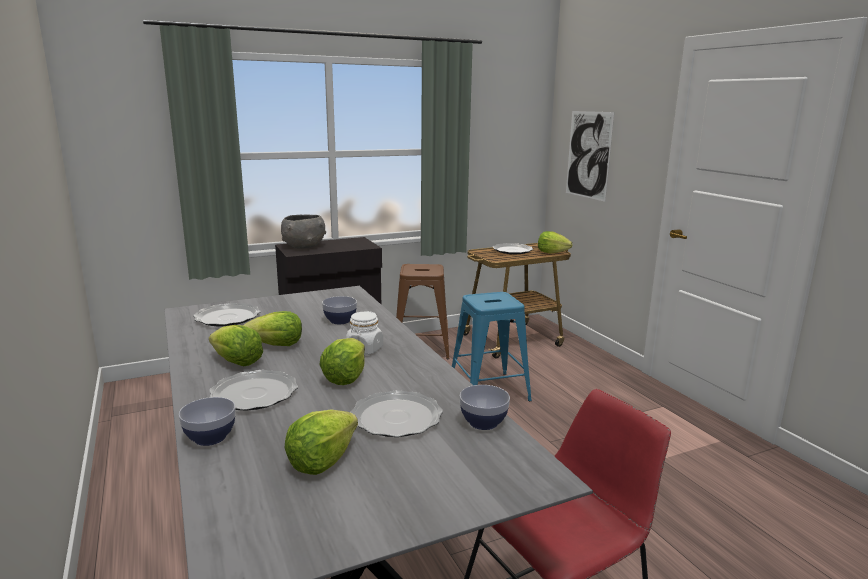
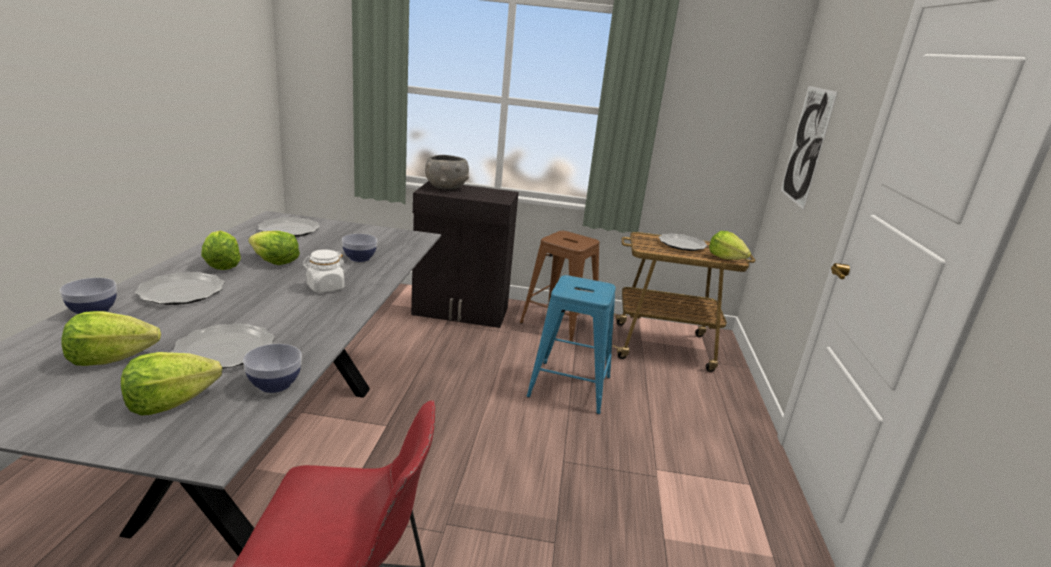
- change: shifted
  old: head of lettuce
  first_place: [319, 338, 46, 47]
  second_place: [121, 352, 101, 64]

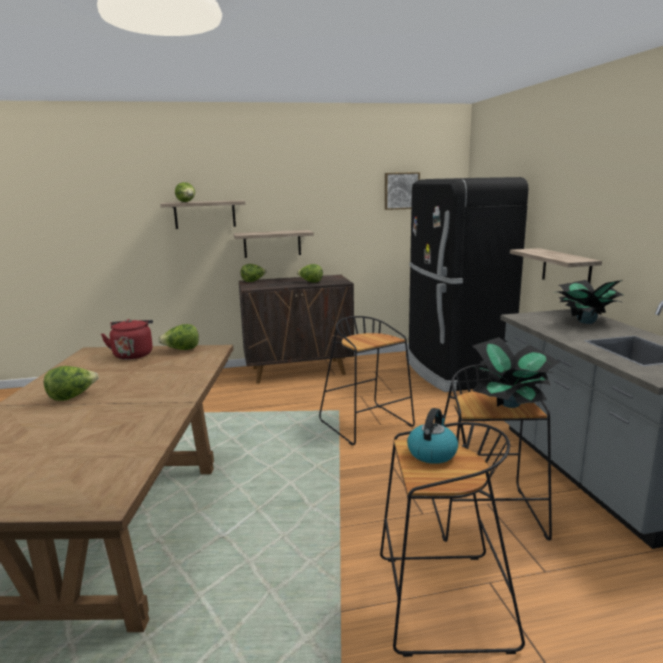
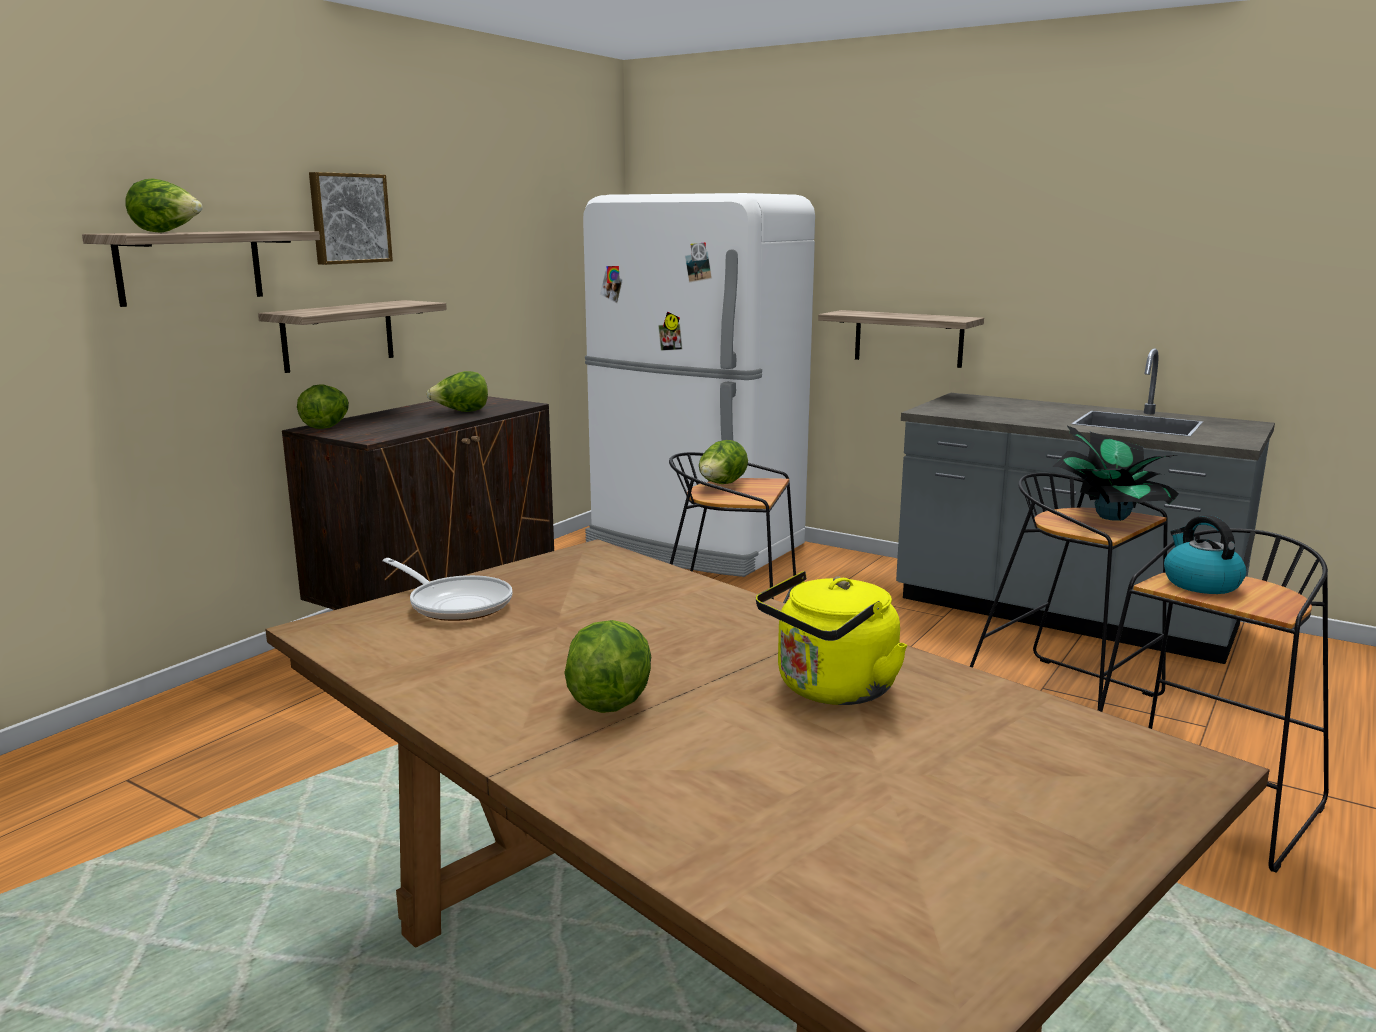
- change: gone
  old: plant in a pot
  first_place: [557, 280, 68, 44]
- change: new
  new: yellowish water kettle
  second_place: [756, 571, 152, 134]
- change: shifted
  old: head of lettuce
  first_place: [158, 324, 41, 26]
  second_place: [699, 440, 49, 44]
- change: shifted
  old: picture
  first_place: [385, 172, 35, 38]
  second_place: [309, 172, 84, 93]
- change: swapped
  old: red water kettle
  new: skillet
  first_place: [101, 319, 52, 41]
  second_place: [382, 558, 131, 63]
- change: repainted
  old: black-coloured fridge
  new: white fridge
  first_place: [406, 177, 122, 215]
  second_place: [583, 193, 232, 384]

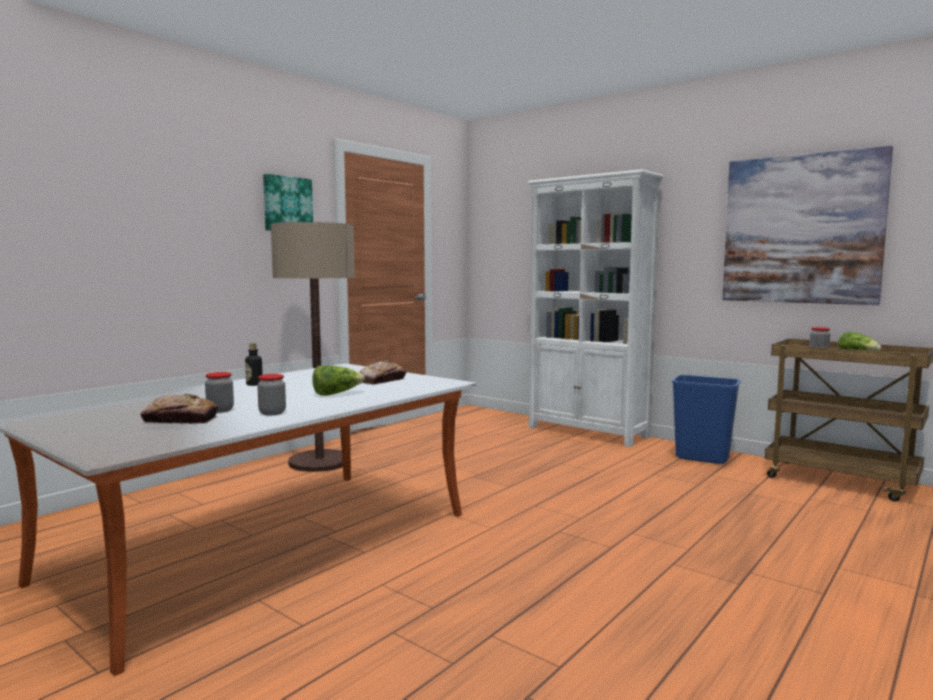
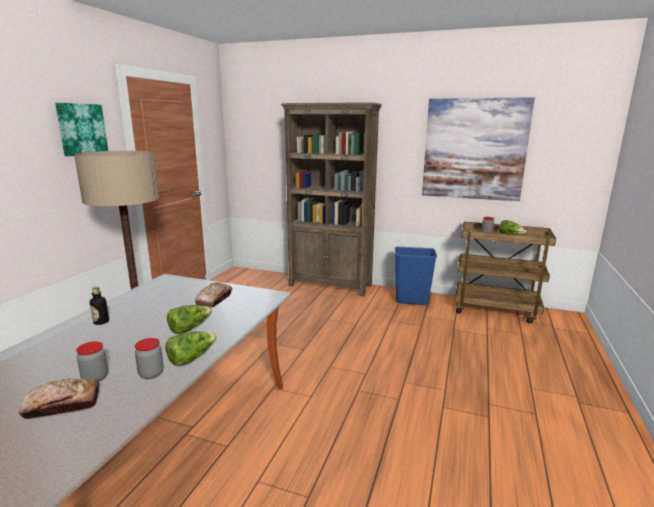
- change: new
  new: head of lettuce
  second_place: [165, 331, 52, 35]
- change: repainted
  old: white bookshelf
  new: brown-coloured bookshelf
  first_place: [528, 169, 136, 278]
  second_place: [281, 102, 101, 194]

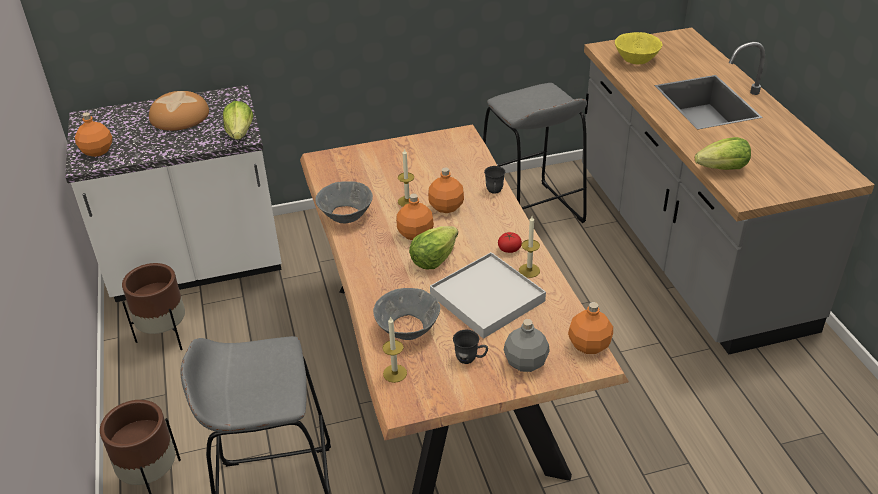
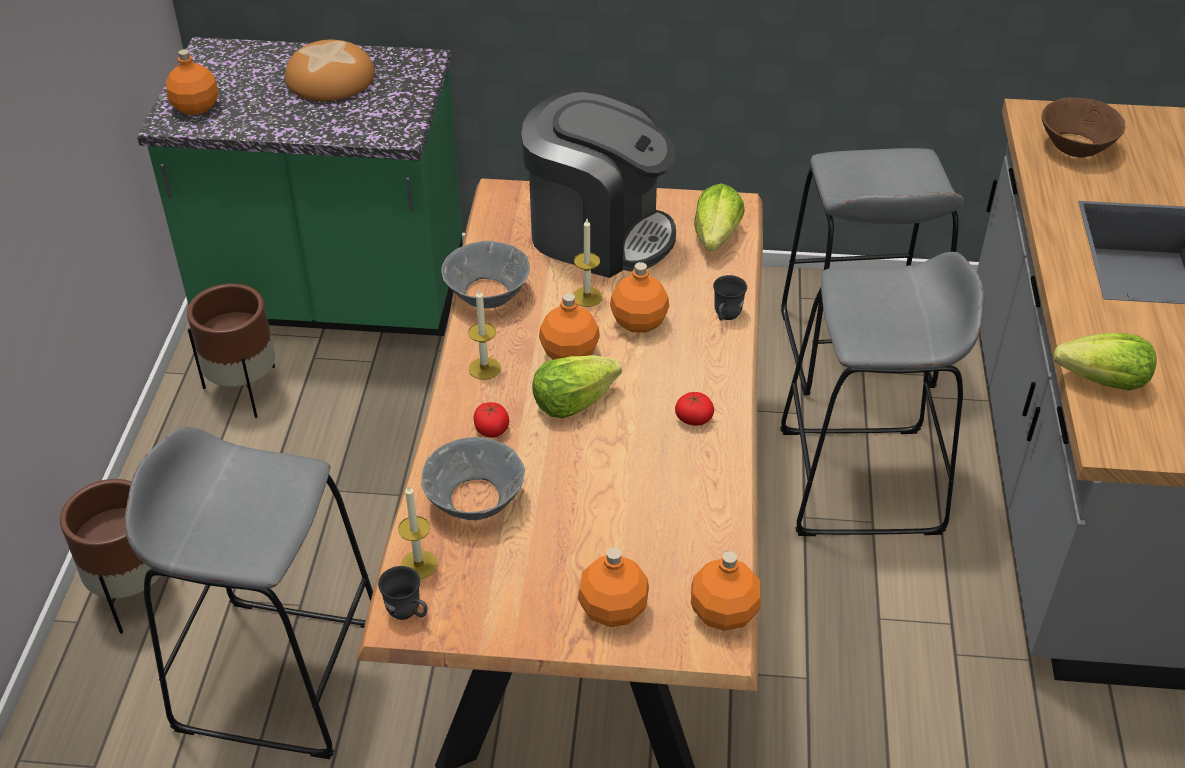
- change: gone
  old: white tray
  first_place: [430, 252, 116, 87]
- change: new
  new: whole tomato
  second_place: [474, 402, 35, 36]
- change: new
  new: coffee maker
  second_place: [521, 87, 155, 191]
- change: new
  new: grey stool seat
  second_place: [780, 252, 204, 284]
- change: shifted
  old: head of lettuce
  first_place: [223, 101, 30, 39]
  second_place: [694, 183, 51, 68]
- change: shifted
  old: grey tea mug
  first_place: [453, 330, 35, 34]
  second_place: [378, 566, 50, 54]
- change: shifted
  old: wax light
  first_place: [519, 216, 21, 62]
  second_place: [468, 290, 33, 90]
- change: repainted
  old: white kitchen counter
  new: greenish kitchen counter
  first_place: [65, 85, 217, 217]
  second_place: [137, 37, 326, 299]
- change: repainted
  old: grey bottle
  new: orangey bottle
  first_place: [504, 319, 46, 53]
  second_place: [578, 547, 71, 80]
- change: repainted
  old: yellowish serving bowl
  new: brown-coloured serving bowl
  first_place: [615, 32, 48, 33]
  second_place: [1042, 98, 84, 59]

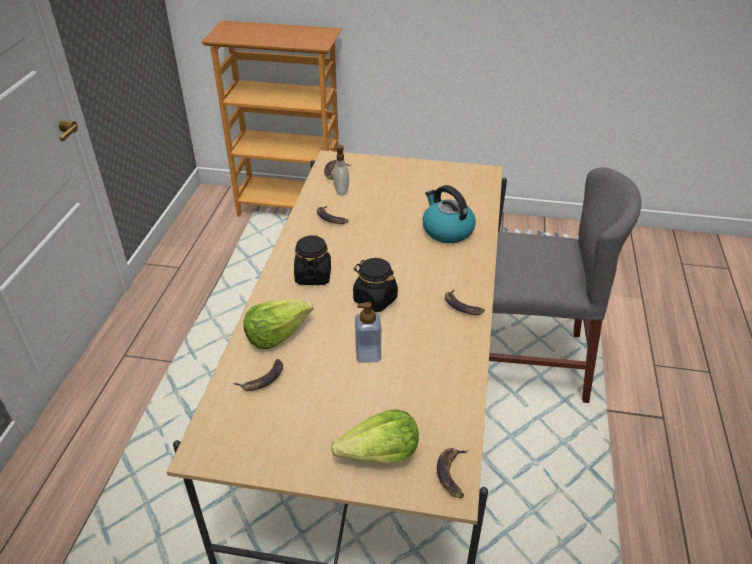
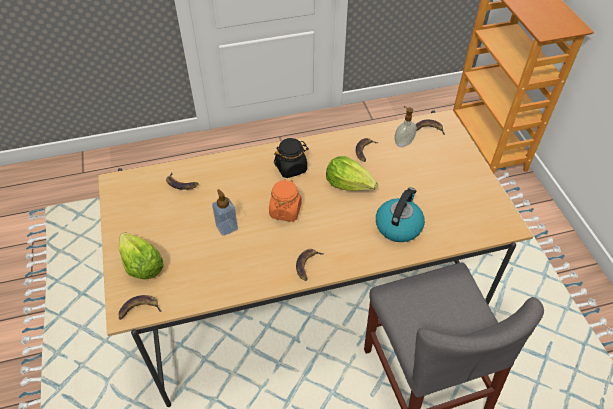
- change: shifted
  old: head of lettuce
  first_place: [243, 299, 70, 50]
  second_place: [326, 156, 52, 35]
- change: repainted
  old: black-coloured jar
  new: orangey jar
  first_place: [353, 258, 45, 54]
  second_place: [269, 179, 32, 43]

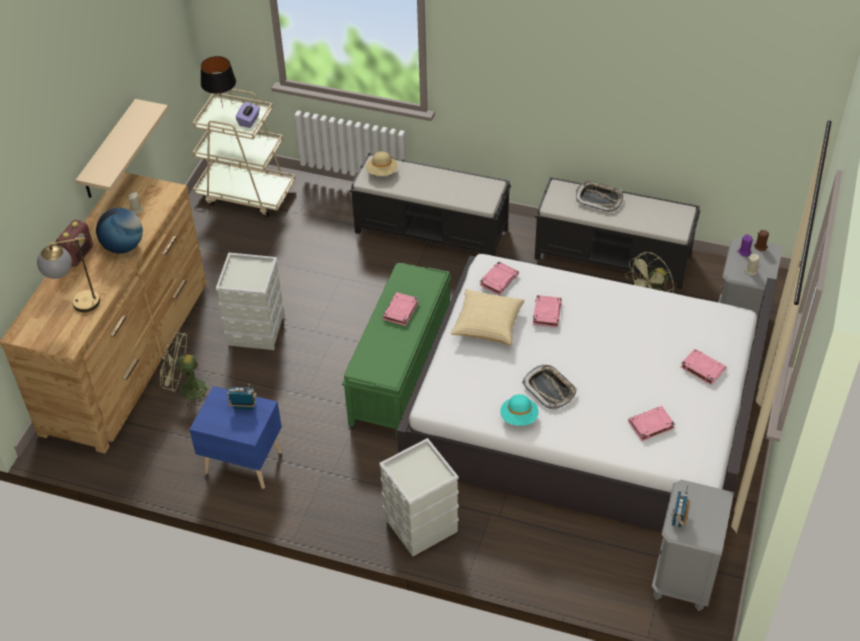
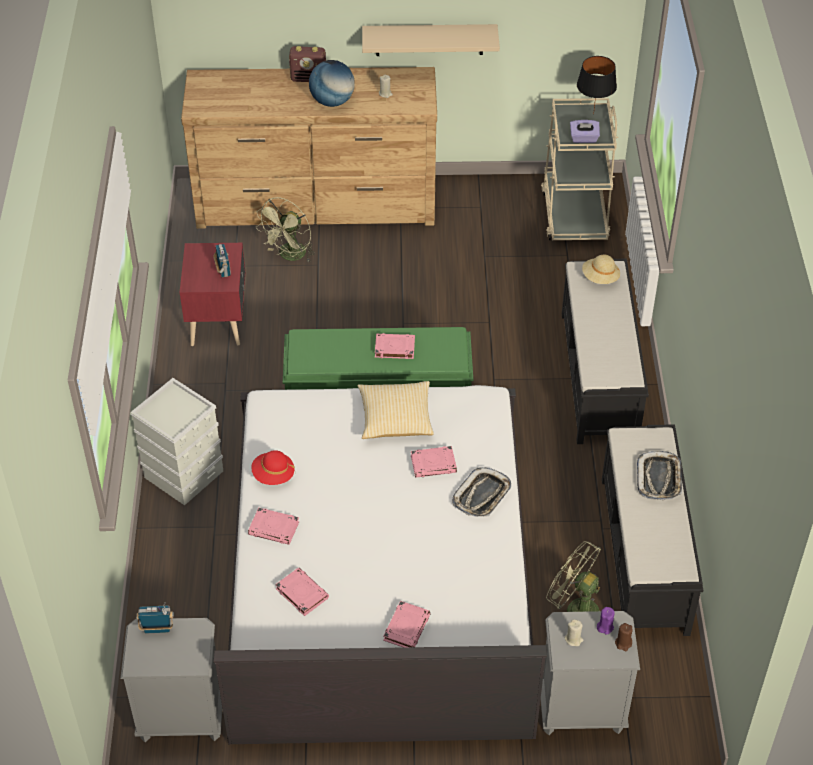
- change: gone
  old: table lamp
  first_place: [37, 238, 63, 74]
- change: gone
  old: grey storage box
  first_place: [216, 252, 69, 98]
- change: shifted
  old: pink-coloured volume
  first_place: [479, 261, 40, 34]
  second_place: [248, 508, 51, 37]
- change: shifted
  old: tray
  first_place: [522, 365, 55, 45]
  second_place: [452, 467, 59, 50]
- change: repainted
  old: blue night table
  new: red night table
  first_place: [189, 386, 93, 103]
  second_place: [180, 243, 65, 103]
- change: repainted
  old: turquoise-coloured wearable hat
  new: red wearable hat
  first_place: [500, 394, 39, 32]
  second_place: [251, 450, 44, 35]
- change: rotated
  old: greenish electric fan
  first_place: [160, 332, 48, 75]
  second_place: [256, 197, 59, 66]
  degrees: -135

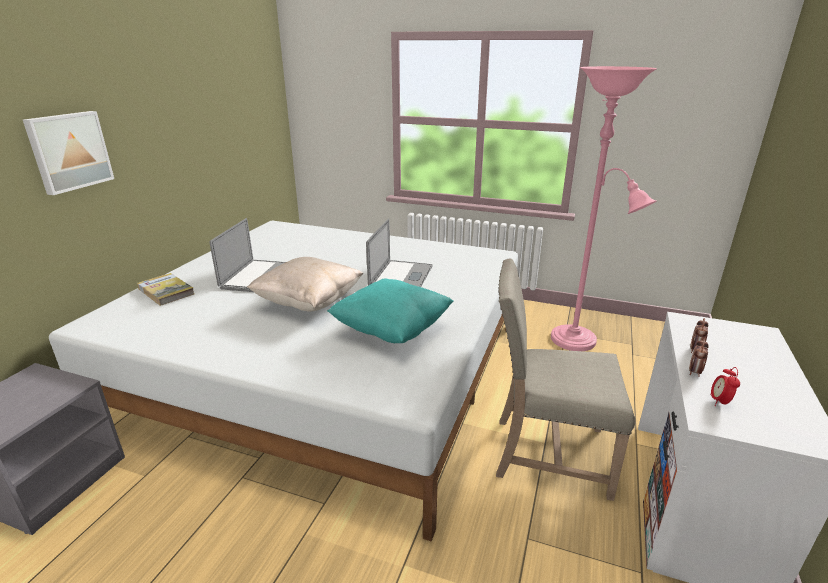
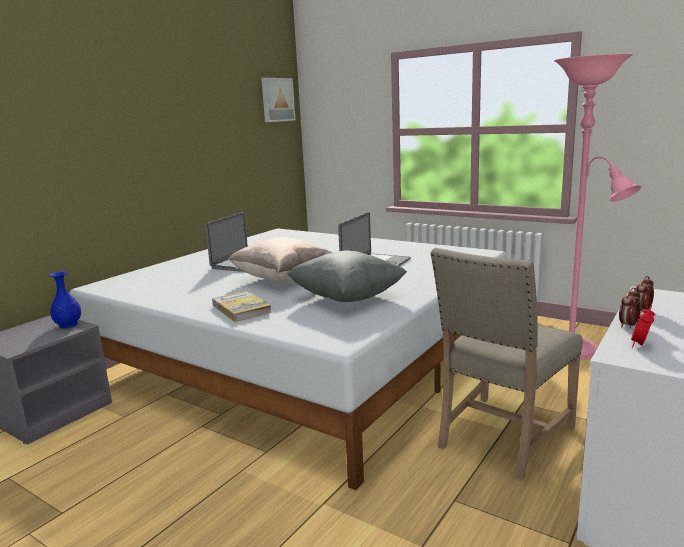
- change: new
  new: blue flower vase
  second_place: [49, 271, 32, 57]
- change: shifted
  old: picture
  first_place: [23, 111, 91, 84]
  second_place: [261, 78, 35, 44]
- change: shifted
  old: volume
  first_place: [137, 273, 57, 33]
  second_place: [212, 291, 60, 31]
- change: repainted
  old: turquoise-coloured pillow
  new: grey pillow
  first_place: [327, 279, 126, 64]
  second_place: [287, 250, 120, 52]
- change: rotated
  old: beige-coloured plain chair
  first_place: [496, 259, 139, 242]
  second_place: [430, 248, 153, 232]
  degrees: -75

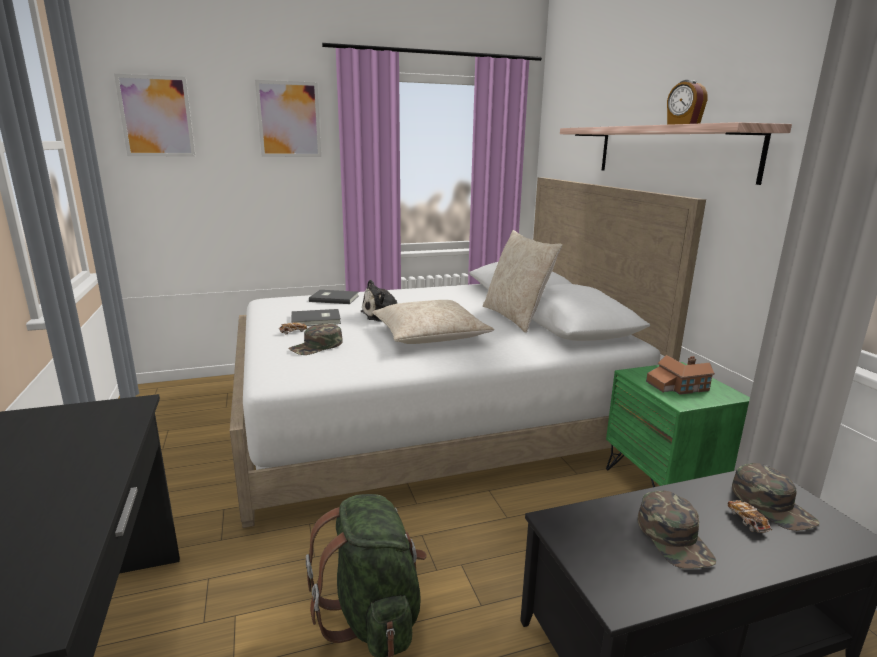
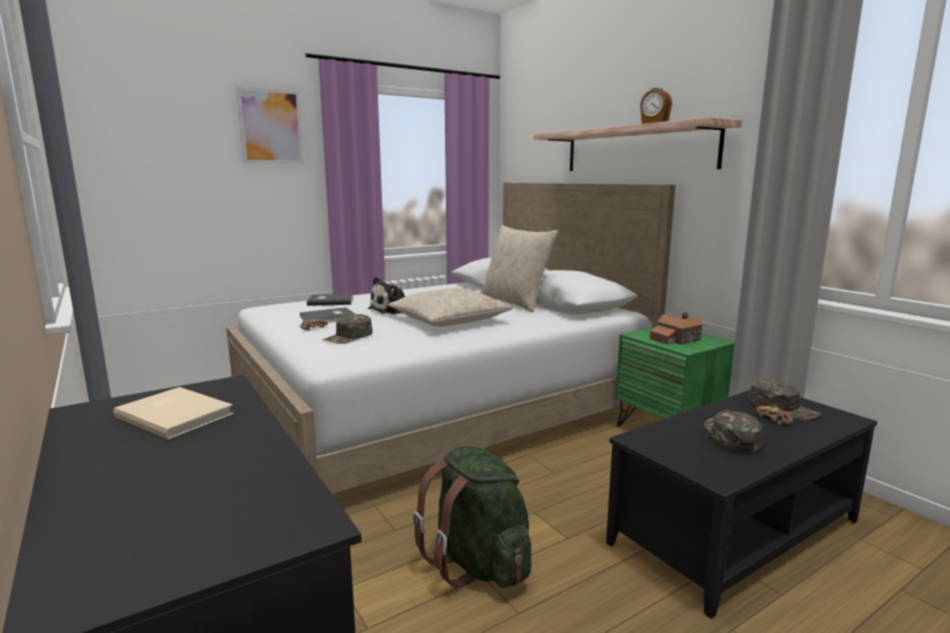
- change: gone
  old: picture
  first_place: [114, 74, 82, 83]
- change: new
  new: beige-coloured volume
  second_place: [113, 387, 121, 52]
- change: rotated
  old: greenish cap
  first_place: [638, 490, 78, 79]
  second_place: [704, 410, 59, 42]
  degrees: -150

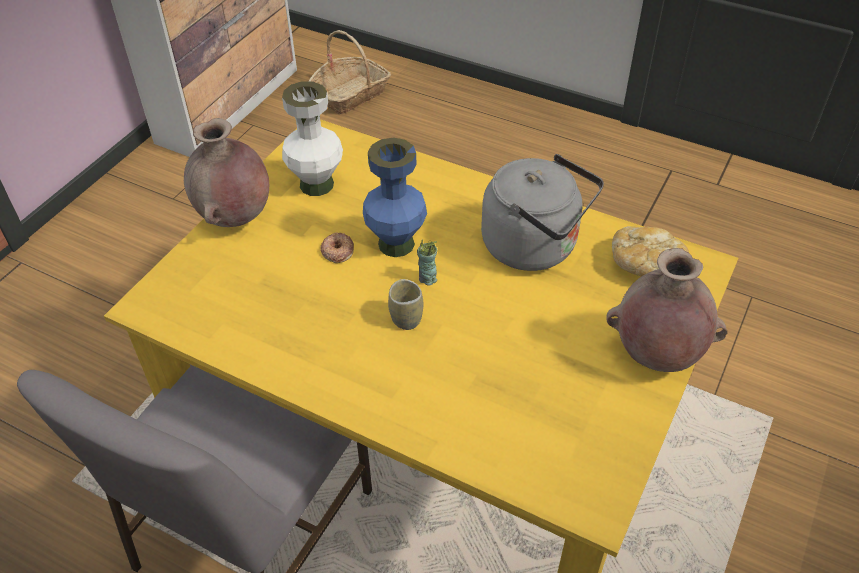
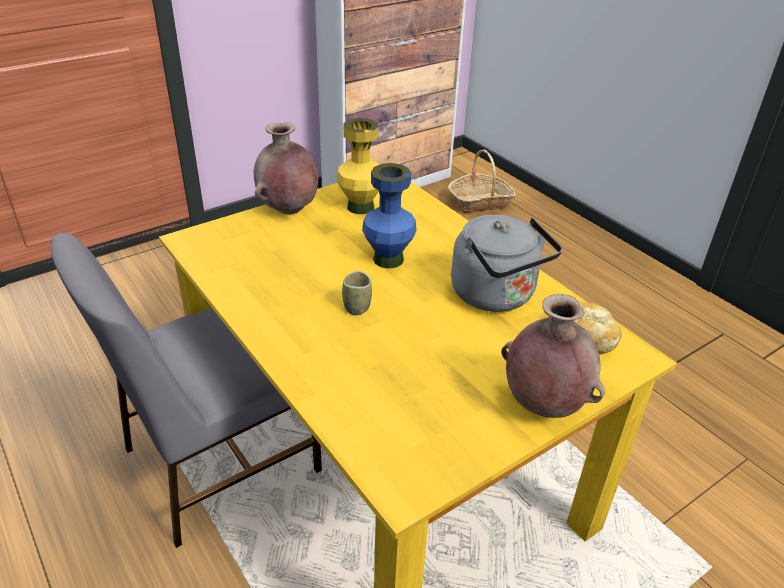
- change: gone
  old: ring doughnut
  first_place: [320, 232, 34, 31]
- change: gone
  old: small cup
  first_place: [417, 240, 20, 46]
- change: repainted
  old: white flower vase
  new: yellowish flower vase
  first_place: [282, 81, 61, 115]
  second_place: [337, 118, 42, 96]

